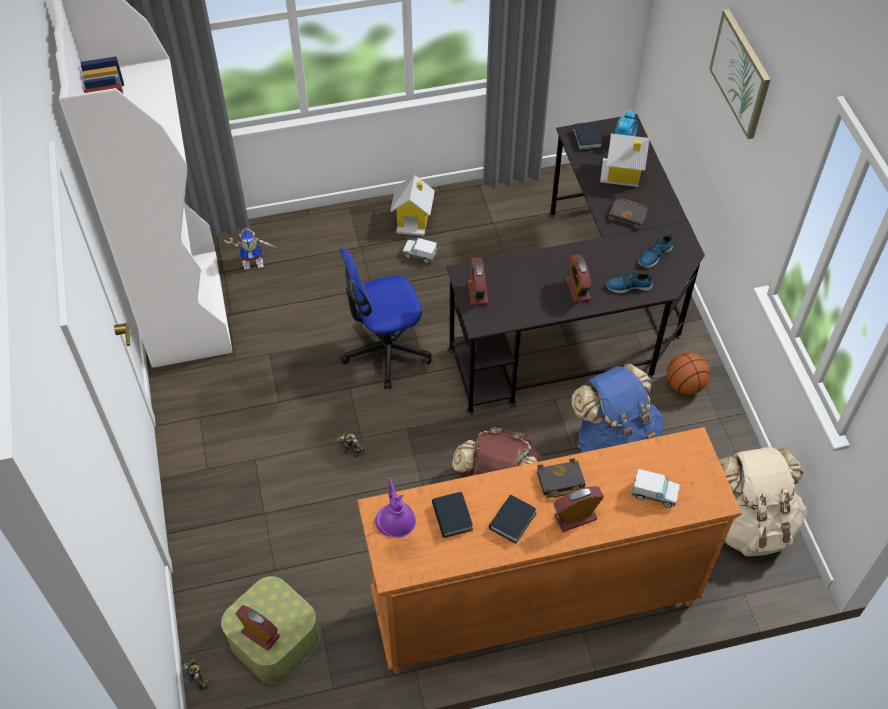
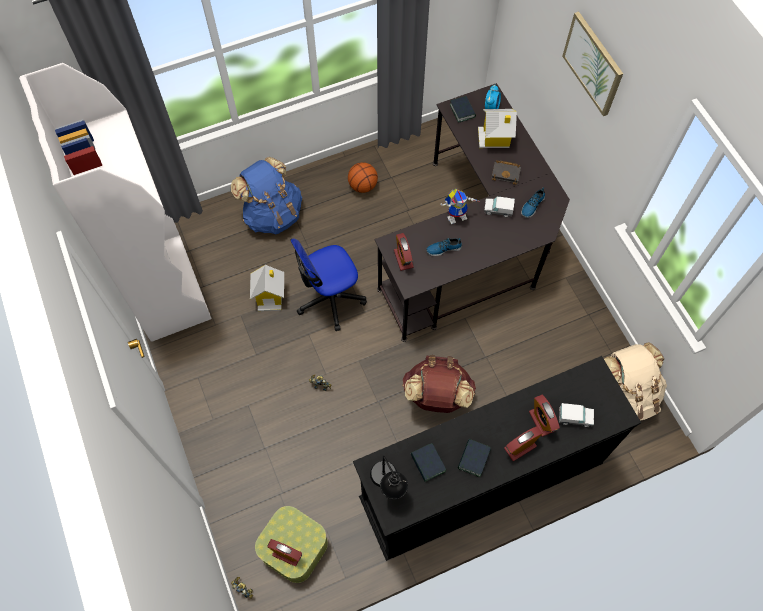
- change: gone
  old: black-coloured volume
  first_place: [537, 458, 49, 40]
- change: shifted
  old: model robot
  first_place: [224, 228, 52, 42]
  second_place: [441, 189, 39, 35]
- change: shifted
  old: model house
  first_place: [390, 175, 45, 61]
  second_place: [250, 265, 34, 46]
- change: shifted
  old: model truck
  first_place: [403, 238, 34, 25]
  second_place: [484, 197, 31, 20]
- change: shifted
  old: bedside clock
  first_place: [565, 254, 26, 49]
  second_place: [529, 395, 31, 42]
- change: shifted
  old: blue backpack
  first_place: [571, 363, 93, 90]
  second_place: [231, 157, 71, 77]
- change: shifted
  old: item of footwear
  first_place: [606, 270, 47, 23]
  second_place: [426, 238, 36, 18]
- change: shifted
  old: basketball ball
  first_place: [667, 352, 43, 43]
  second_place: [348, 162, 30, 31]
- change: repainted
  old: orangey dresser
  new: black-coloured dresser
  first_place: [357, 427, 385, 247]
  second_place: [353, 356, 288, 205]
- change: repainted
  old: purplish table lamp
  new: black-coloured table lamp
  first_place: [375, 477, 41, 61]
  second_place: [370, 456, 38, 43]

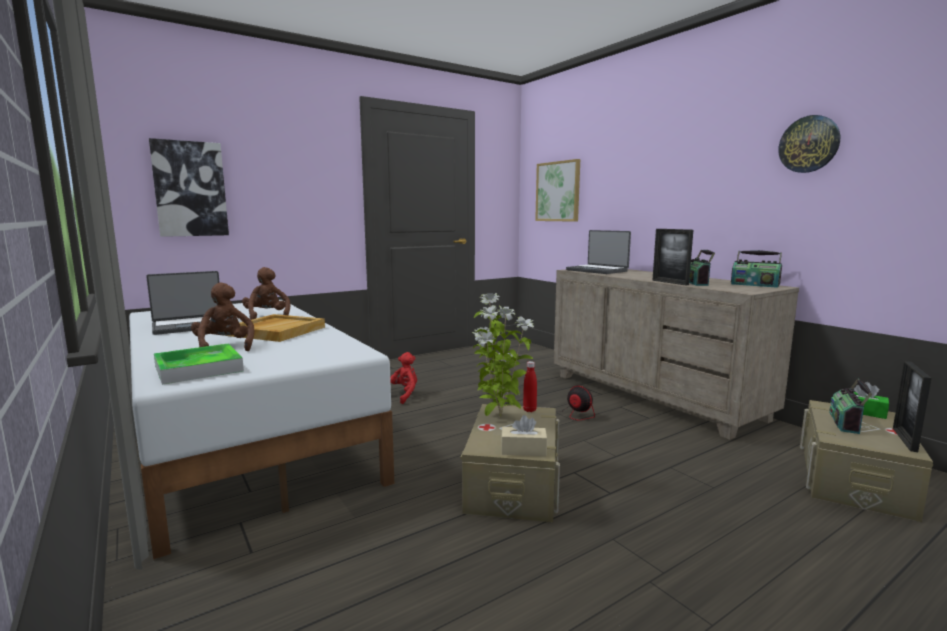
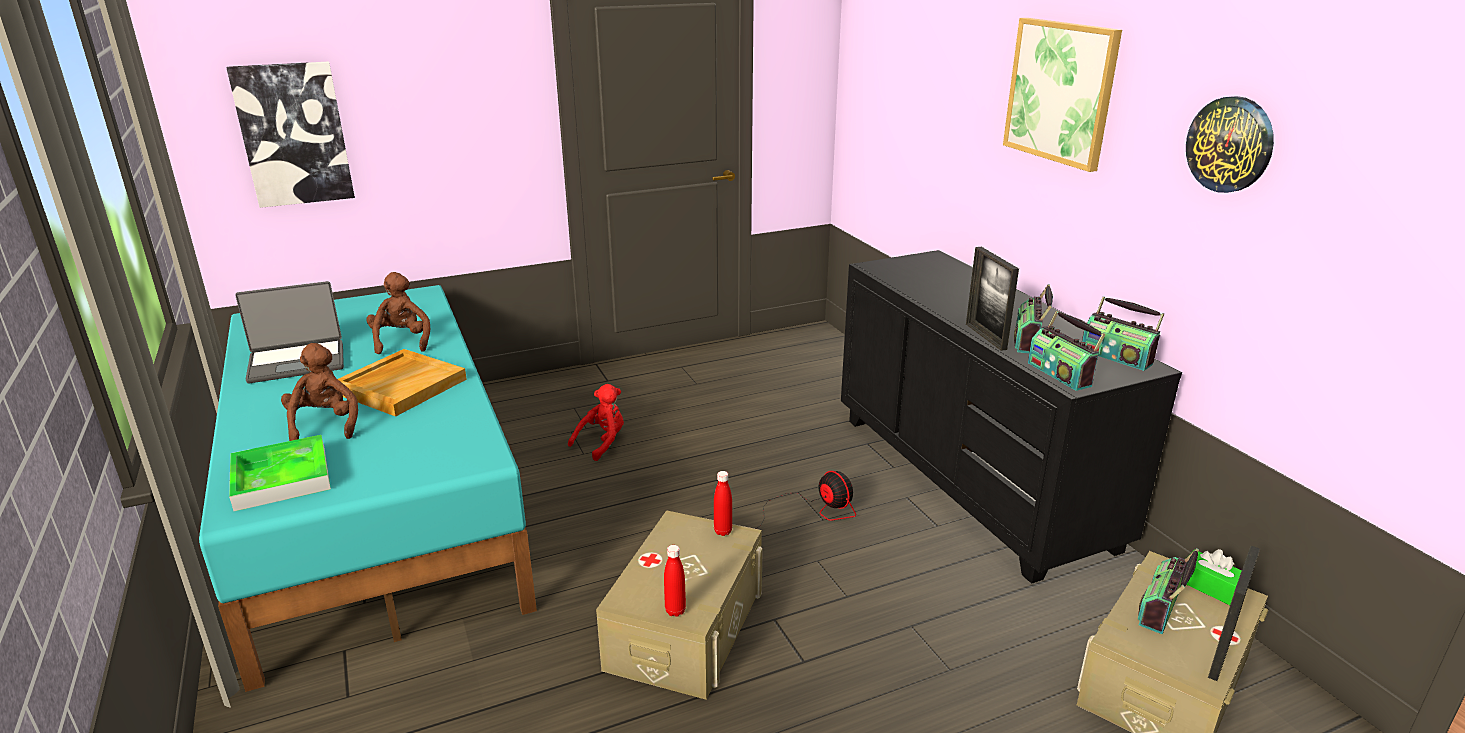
- change: gone
  old: plant in a pot
  first_place: [472, 293, 62, 125]
- change: gone
  old: notebook computer
  first_place: [566, 230, 65, 44]
- change: new
  new: radio
  second_place: [1028, 310, 77, 81]
- change: shifted
  old: picture
  first_place: [535, 159, 45, 63]
  second_place: [1003, 18, 119, 154]
- change: swapped
  old: beige-coloured box of tissues
  new: red bottle
  first_place: [501, 415, 46, 41]
  second_place: [664, 545, 22, 72]
- change: repainted
  old: white bedroom bed
  new: turquoise-coloured bedroom bed
  first_place: [129, 300, 265, 259]
  second_place: [199, 285, 338, 407]
- change: repainted
  old: beige-coloured dresser
  new: black-coloured dresser
  first_place: [554, 269, 245, 171]
  second_place: [841, 250, 341, 334]

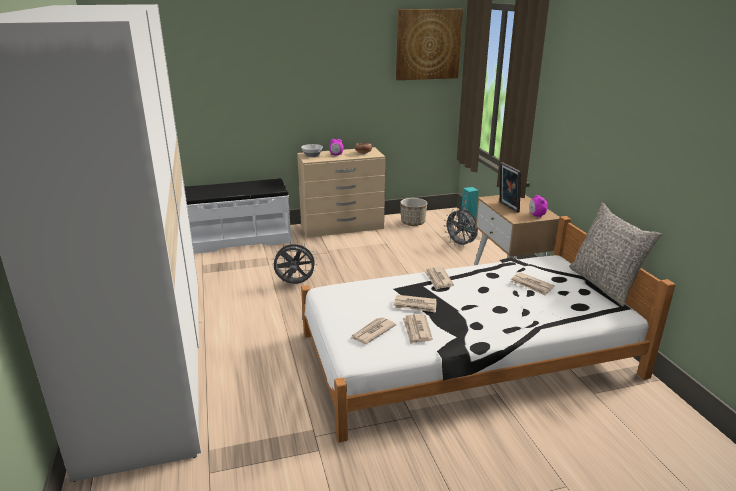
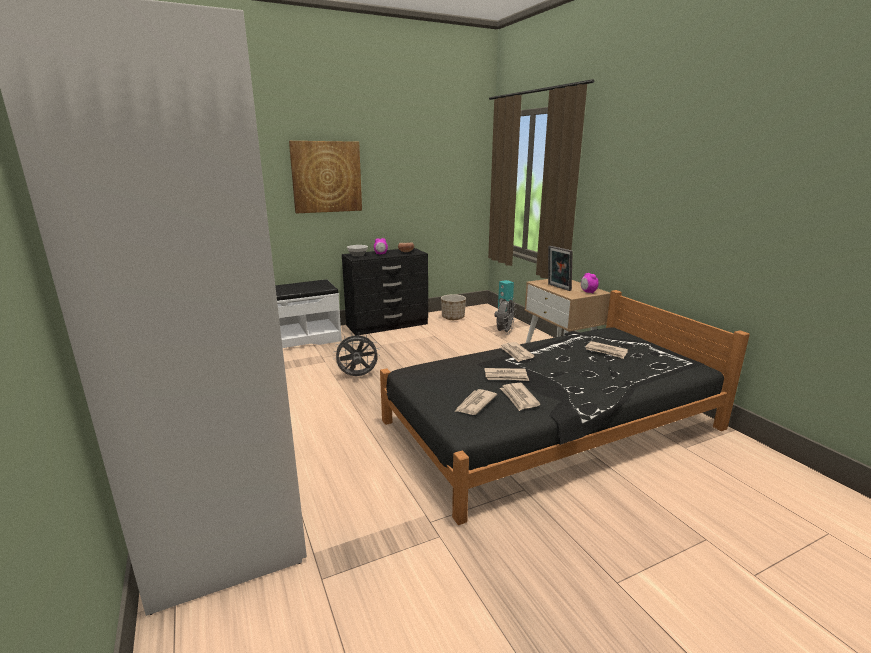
- change: gone
  old: grey pillow
  first_place: [569, 202, 93, 104]
- change: shifted
  old: picture
  first_place: [396, 9, 67, 71]
  second_place: [289, 141, 73, 73]
- change: repainted
  old: beige-coloured dresser
  new: black-coloured dresser
  first_place: [297, 147, 88, 90]
  second_place: [342, 248, 86, 88]
- change: repainted
  old: white bedroom bed
  new: black-coloured bedroom bed
  first_place: [301, 216, 375, 226]
  second_place: [380, 290, 370, 235]
- change: rotated
  old: grey electric fan
  first_place: [444, 209, 34, 38]
  second_place: [494, 298, 22, 36]
  degrees: -105

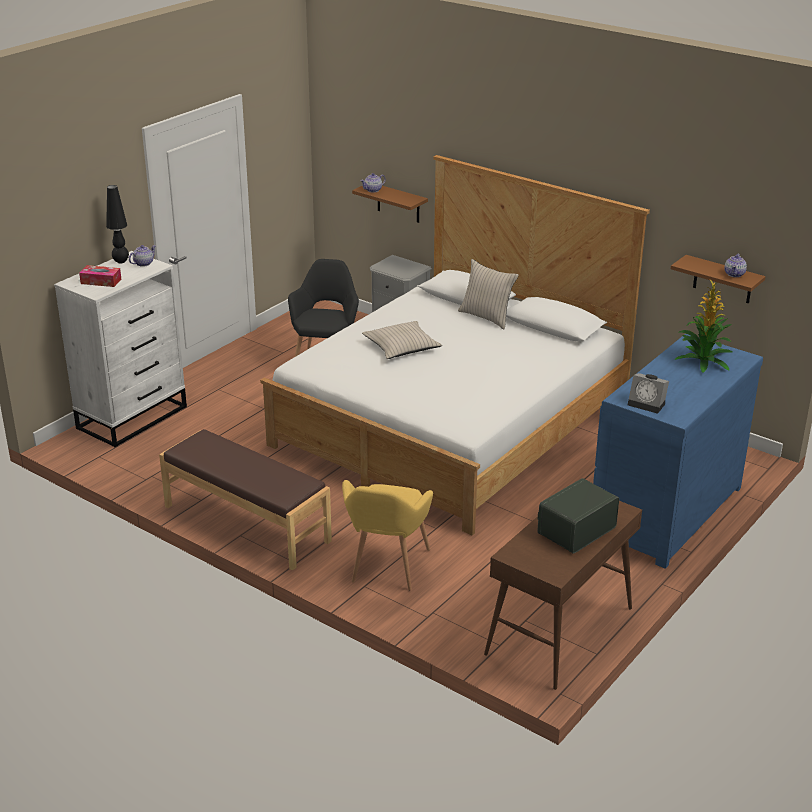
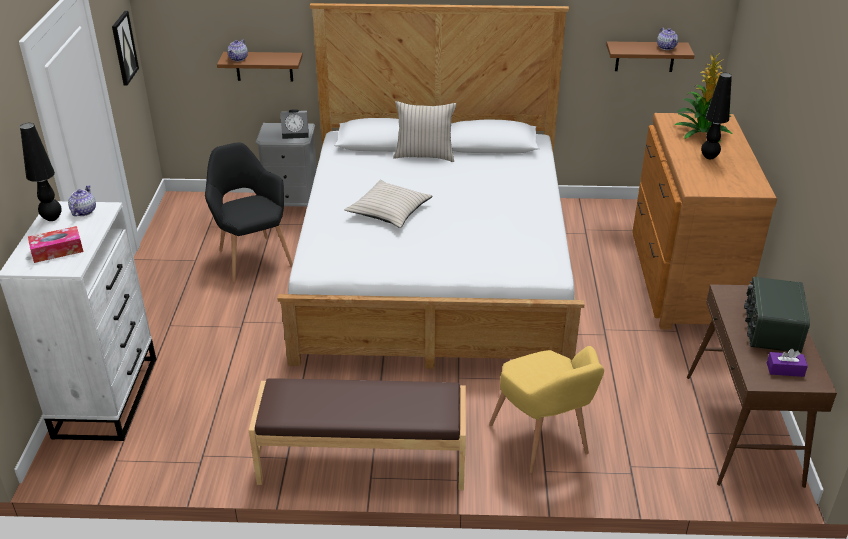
- change: new
  new: picture
  second_place: [112, 11, 27, 75]
- change: new
  new: black-coloured table lamp
  second_place: [701, 73, 31, 86]
- change: new
  new: purplish box of tissues
  second_place: [767, 349, 41, 28]
- change: shifted
  old: bedside clock
  first_place: [628, 373, 41, 41]
  second_place: [280, 109, 29, 30]
- change: repainted
  old: blue dresser
  new: brown-coloured dresser
  first_place: [593, 334, 170, 235]
  second_place: [632, 113, 145, 216]

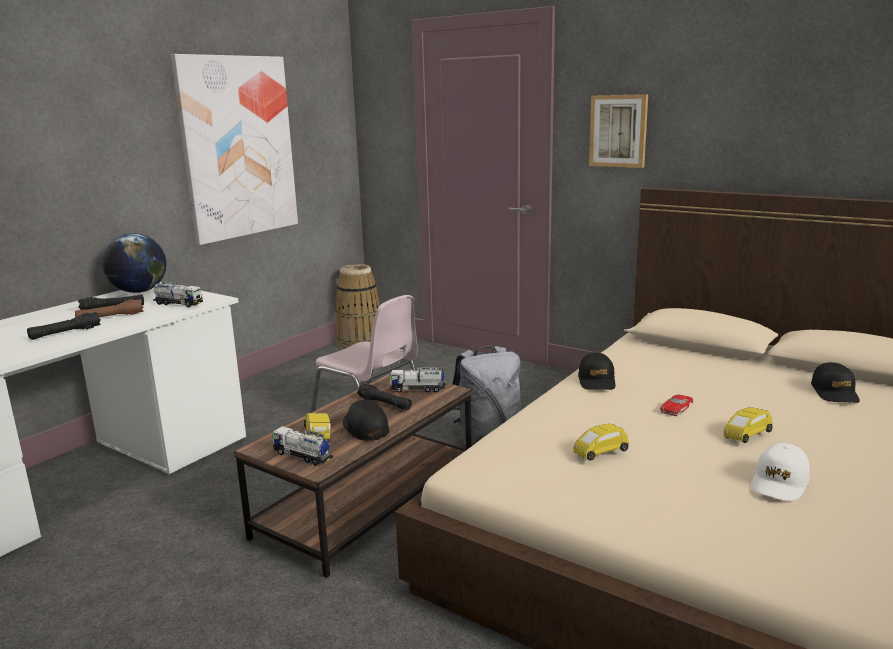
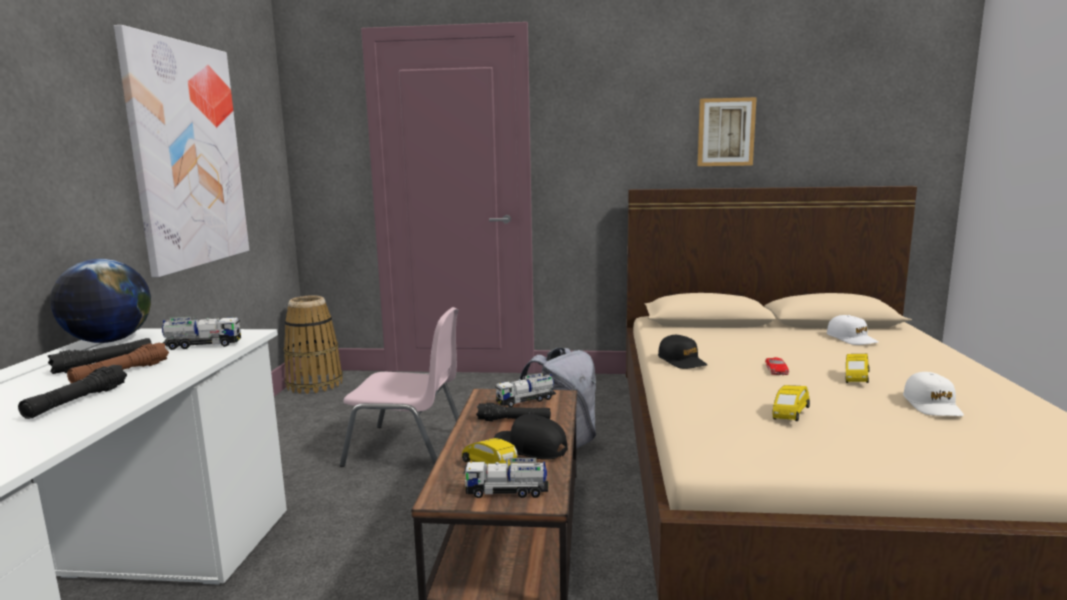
- change: shifted
  old: picture
  first_place: [589, 94, 59, 74]
  second_place: [697, 97, 60, 69]
- change: repainted
  old: black-coloured cap
  new: white cap
  first_place: [811, 362, 49, 41]
  second_place: [827, 315, 51, 30]

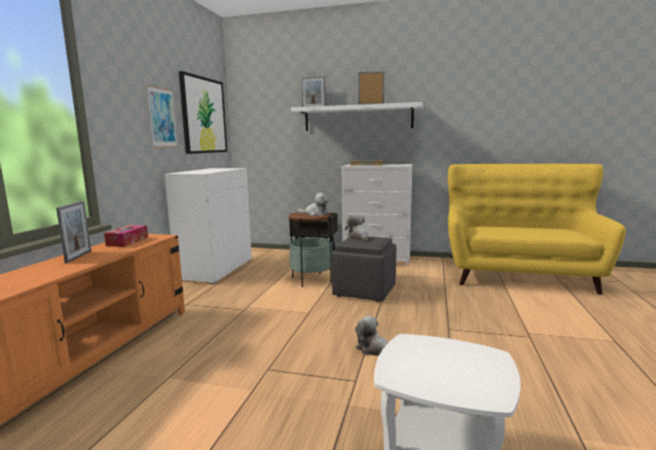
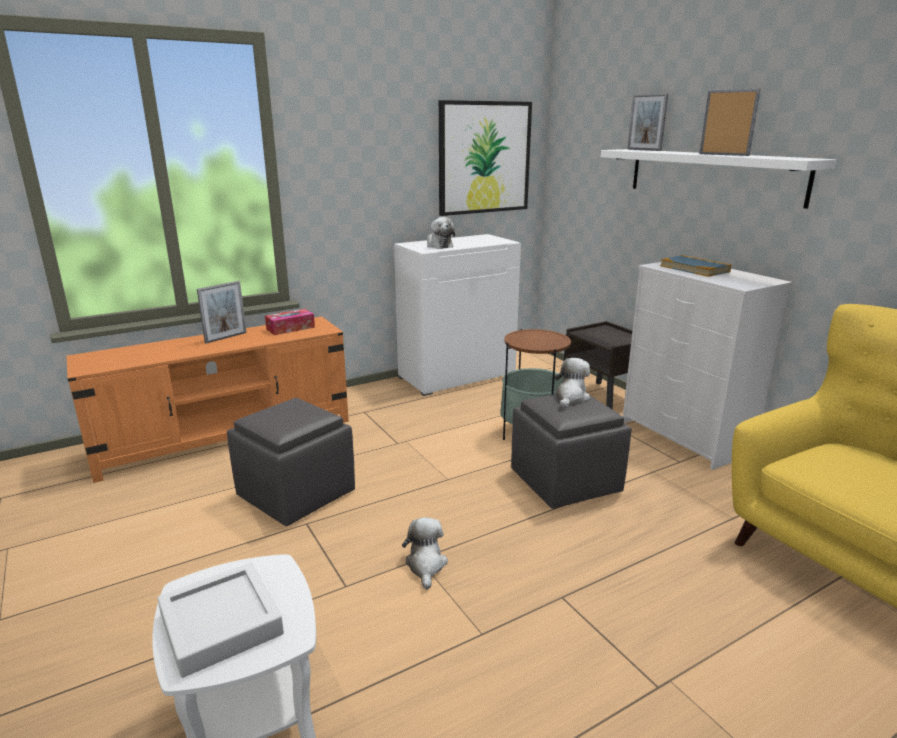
- change: gone
  old: picture
  first_place: [146, 85, 32, 63]
- change: new
  new: grey tray
  second_place: [157, 563, 127, 115]
- change: new
  new: grey footrest
  second_place: [227, 398, 128, 128]
- change: shifted
  old: soft toy
  first_place: [298, 193, 31, 23]
  second_place: [427, 217, 28, 32]

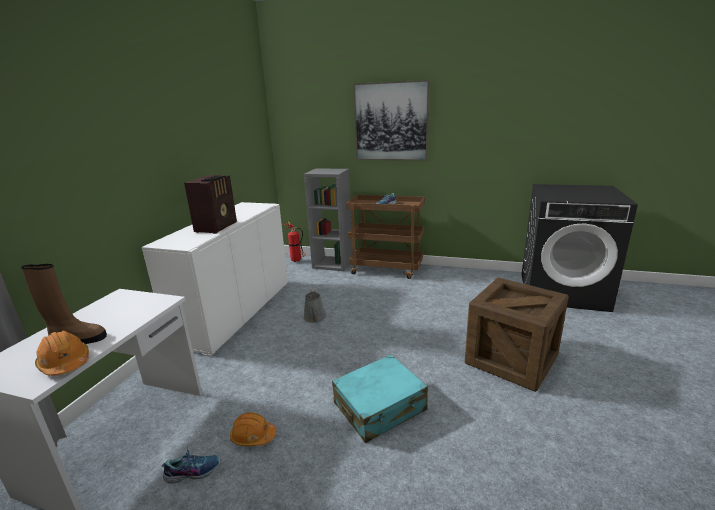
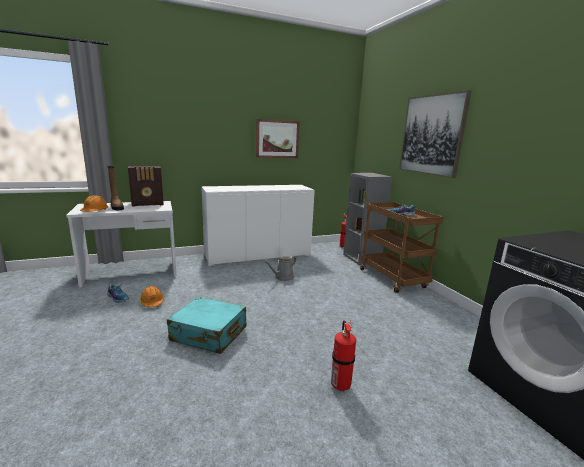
- change: new
  new: picture
  second_place: [256, 119, 44, 39]
- change: shifted
  old: radio
  first_place: [184, 175, 53, 59]
  second_place: [128, 166, 36, 41]
- change: swapped
  old: crate
  new: fire-fighting cylinder
  first_place: [465, 277, 104, 115]
  second_place: [331, 320, 25, 72]

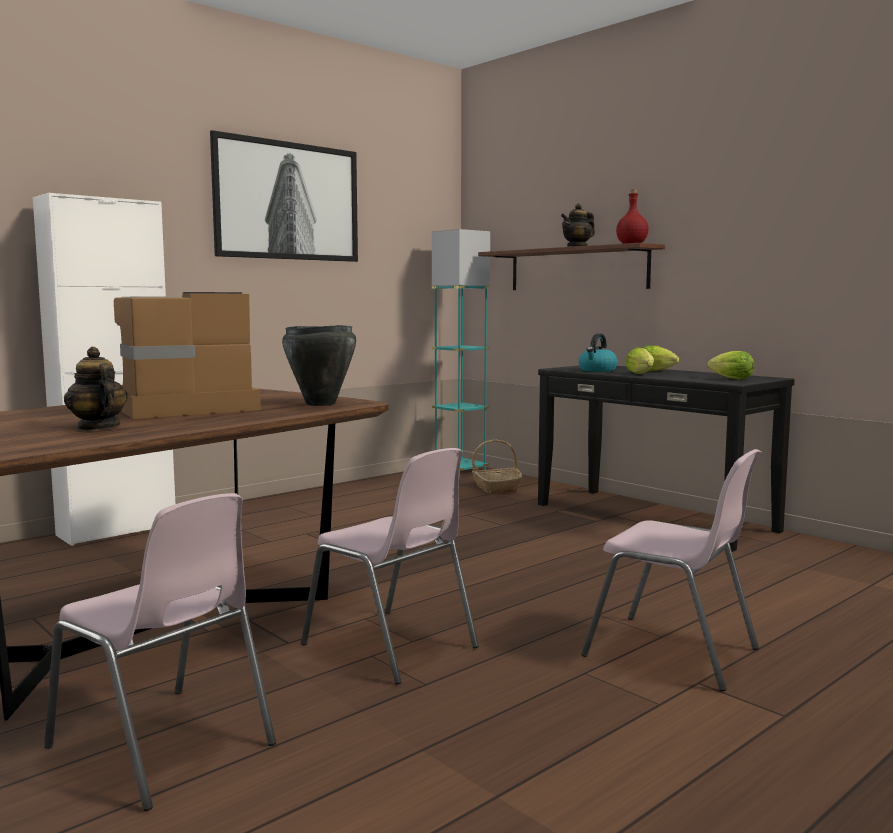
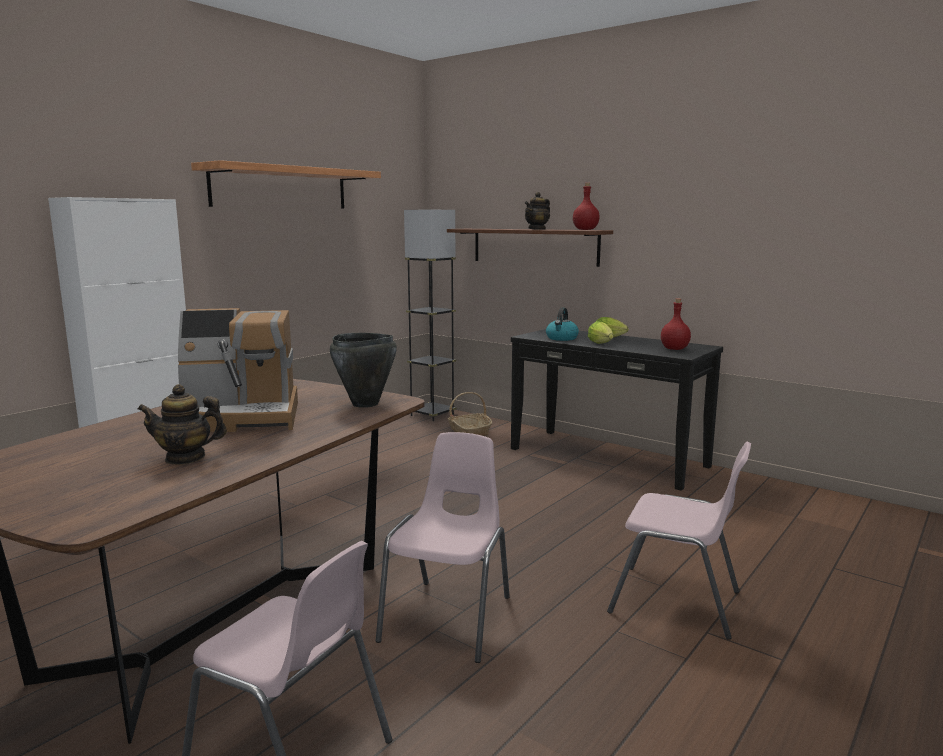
- change: swapped
  old: picture
  new: shelf
  first_place: [210, 130, 148, 132]
  second_place: [191, 160, 190, 48]
- change: swapped
  old: head of lettuce
  new: red bottle
  first_place: [707, 351, 47, 28]
  second_place: [661, 298, 30, 52]
- change: repainted
  old: turquoise-coloured floor lamp
  new: black-coloured floor lamp
  first_place: [432, 229, 58, 248]
  second_place: [404, 209, 52, 212]
- change: rotated
  old: teapot
  first_place: [64, 347, 64, 84]
  second_place: [137, 384, 90, 81]
  degrees: -45
- change: rotated
  old: coffee maker
  first_place: [114, 292, 147, 127]
  second_place: [178, 308, 120, 124]
  degrees: -150
- change: rotated
  old: pink-coloured plain chair
  first_place: [301, 448, 178, 237]
  second_place: [376, 432, 134, 231]
  degrees: -105

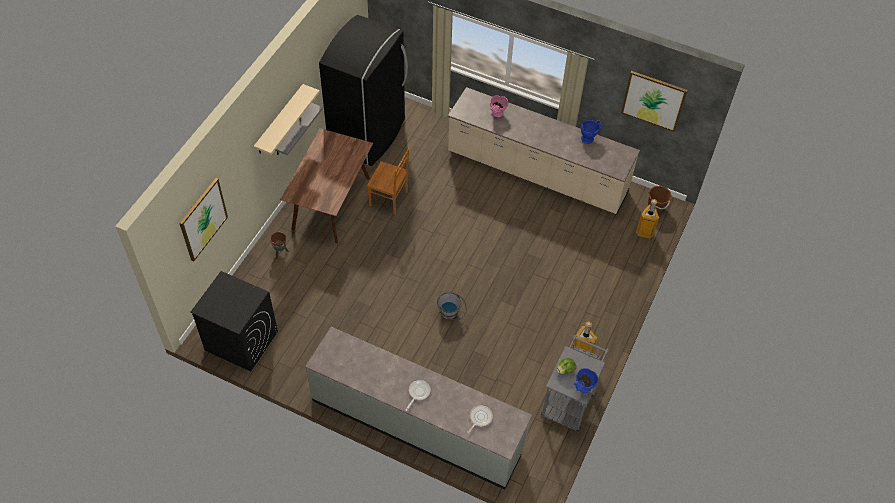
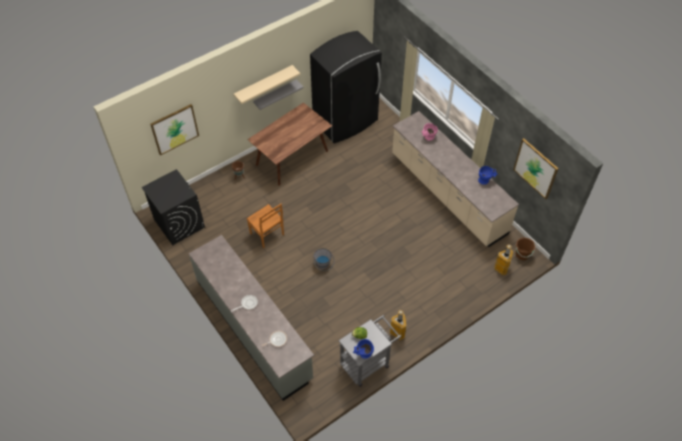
- change: shifted
  old: brown-coloured plain chair
  first_place: [367, 148, 42, 67]
  second_place: [246, 204, 38, 44]

